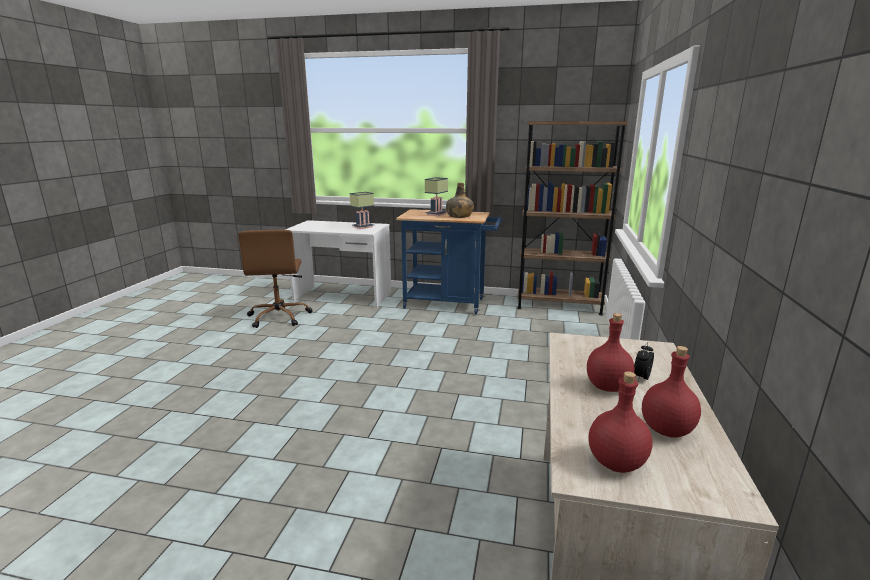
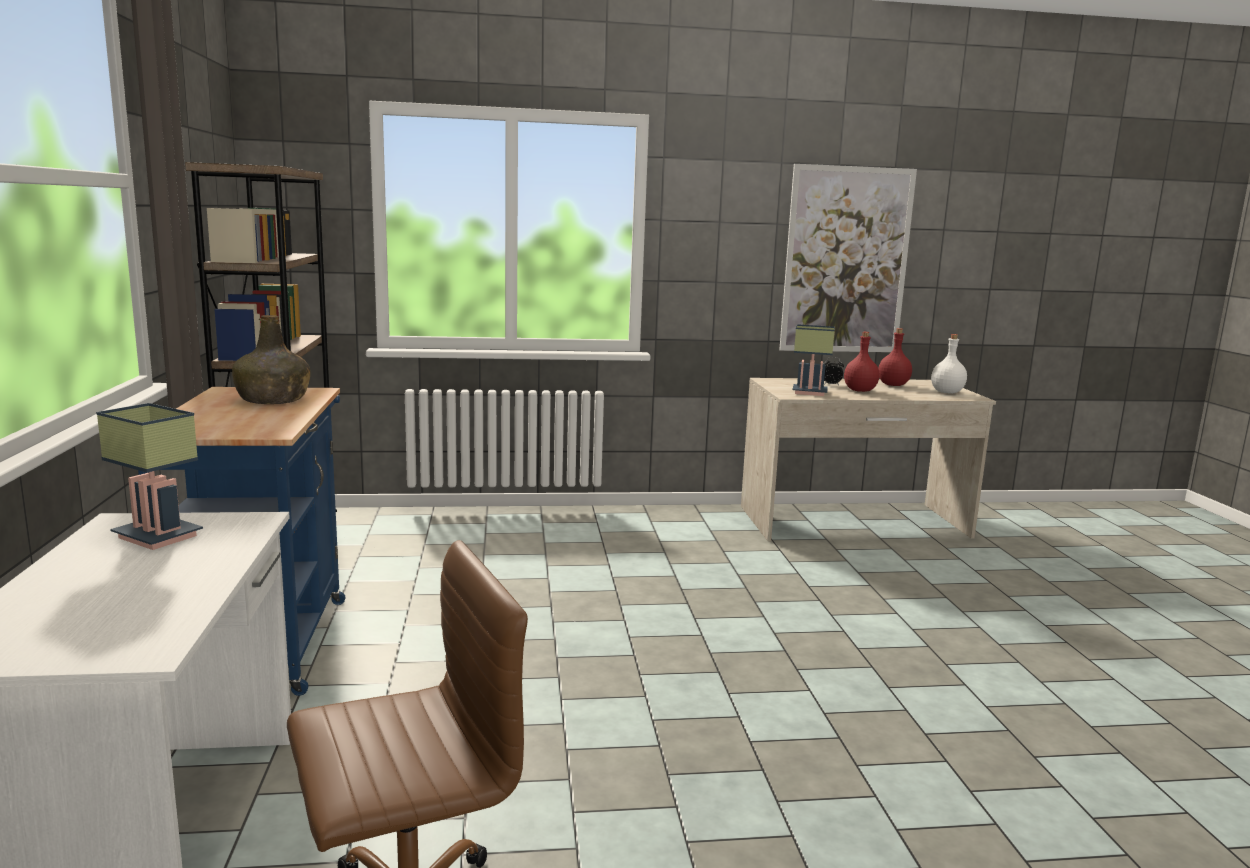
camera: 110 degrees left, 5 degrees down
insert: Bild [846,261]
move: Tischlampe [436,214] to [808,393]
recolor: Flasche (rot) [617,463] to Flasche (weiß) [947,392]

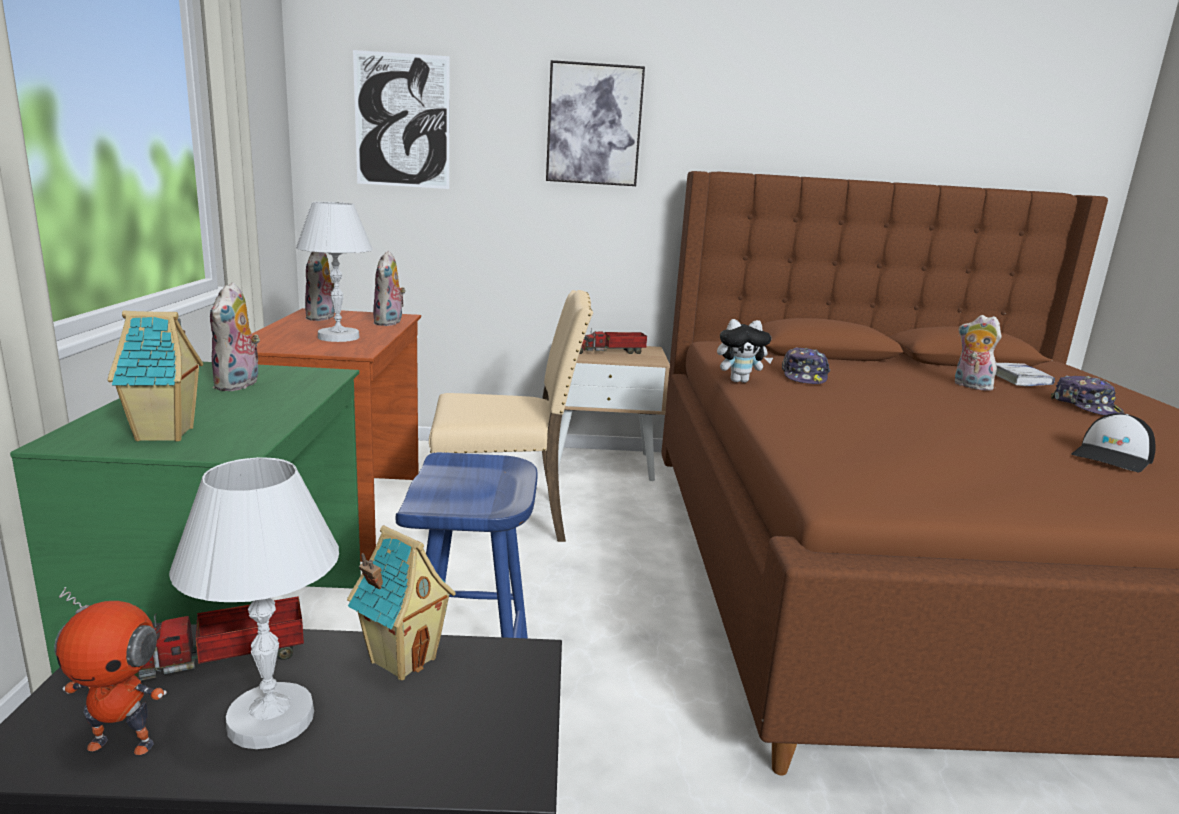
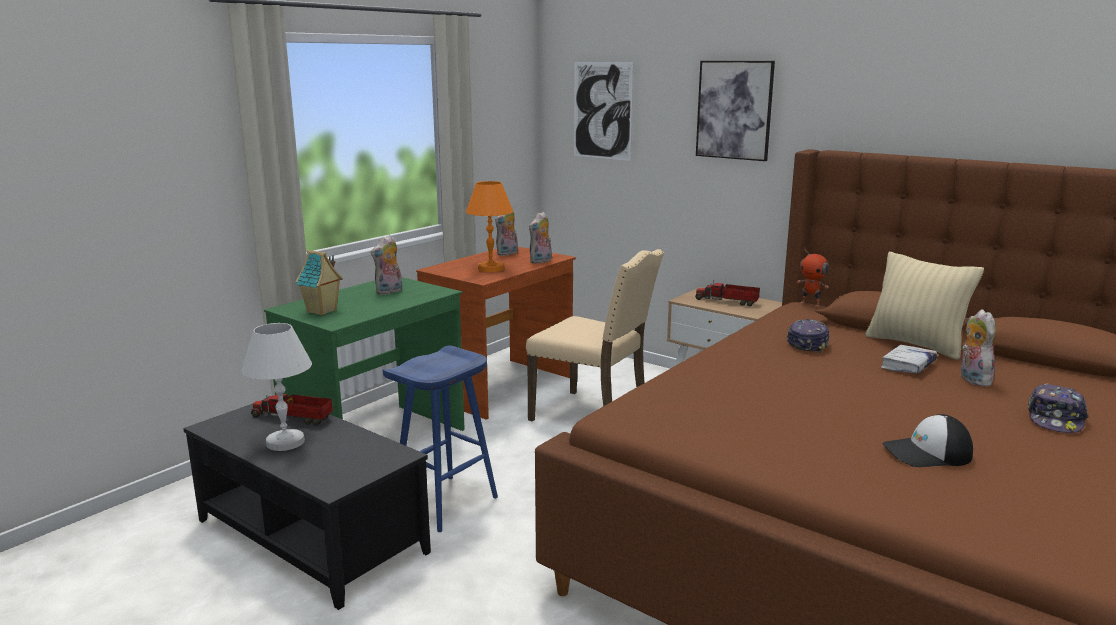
camera: 40 degrees right, 0 degrees up
delete: Plüschtier [739,381]; Spielzeughaus [402,659]
insert: Kissen (beige) [915,345]
move: Buch (weiß) [1019,380] to [908,365]; Spielzeugroboter [123,742] to [811,304]
recolor: Tischlampe (weiß) [339,337] to Tischlampe (orange) [491,268]
rotate: Kappe [804,377] = [807,343] 150 degrees clockwise

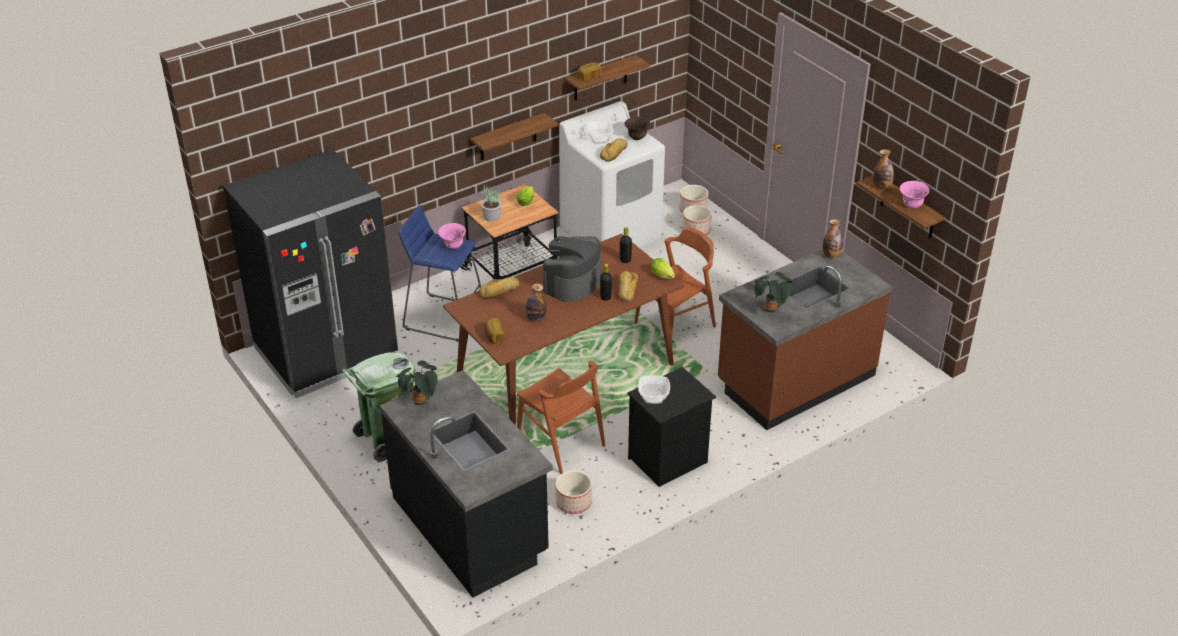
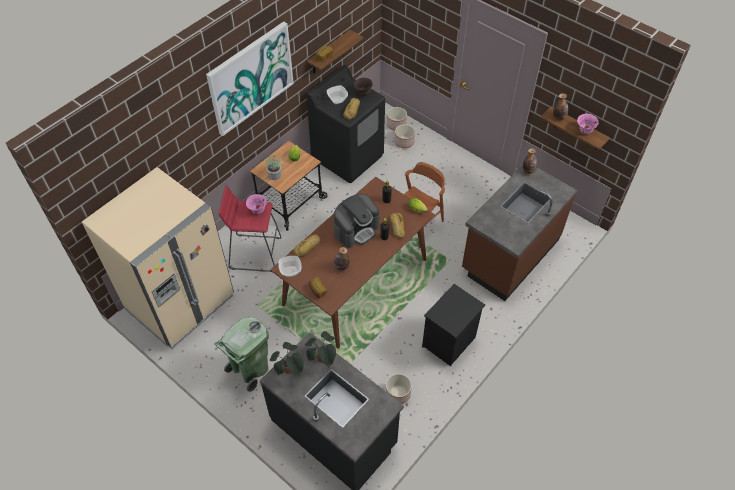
camera: 15 degrees left, 15 degrees up
delete: Wandregal [508,137]; Stuhl (braun) [560,442]
insert: Bild [251,78]
move: Topfpflanze [771,310] to [322,359]; Schüssel [653,397] to [290,271]
recolor: Waschmaschine (weiß) [611,235] to Waschmaschine (schwarz) [348,157]; Kühlschrank (schwarz) [326,353] to Kühlschrank (beige) [181,303]; Hocker (blau) [444,317] to Hocker (rot) [255,252]
rotate: Kaffeemaschine [572,283] = [356,229] 150 degrees counterclockwise

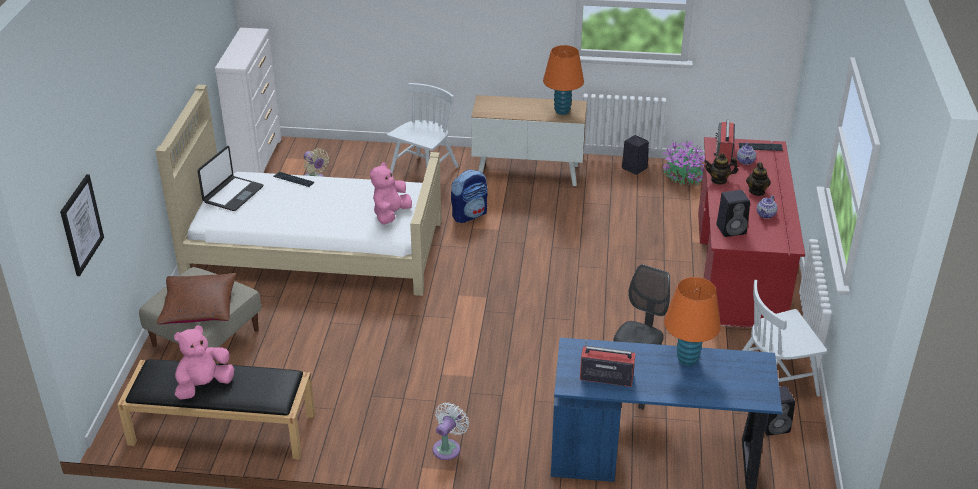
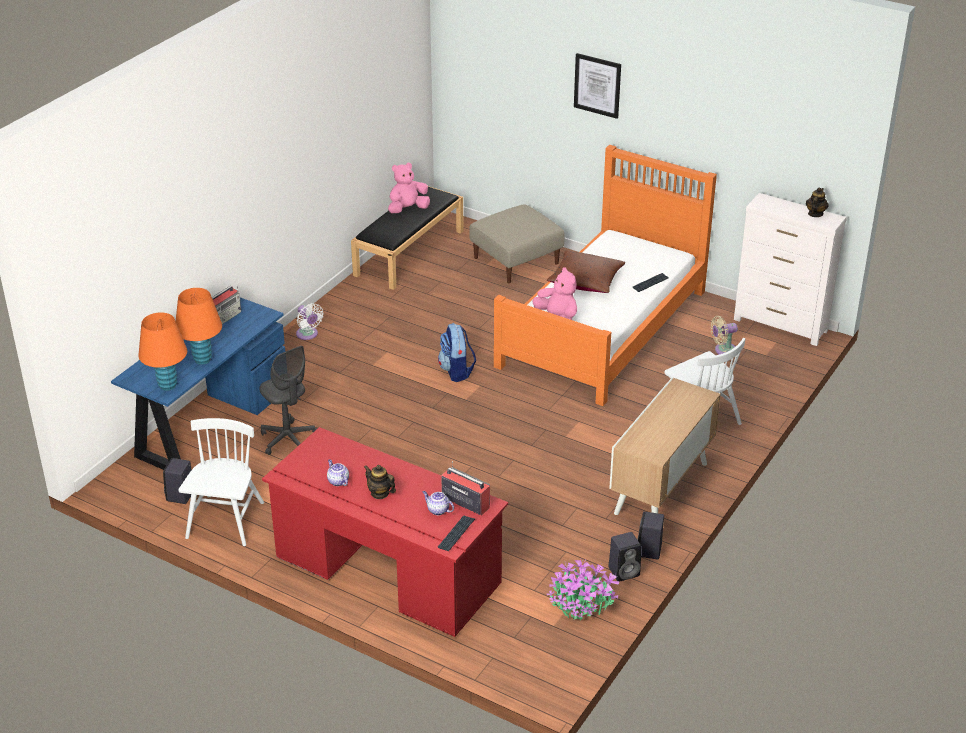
camera: 115 degrees right, 0 degrees up
delete: Laptop [232,194]
move: Tischlampe (orange) [562,111] to [167,385]; Teekanne [719,180] to [815,214]; Rucksack [470,215] to [457,371]; Bild [81,225] to [597,85]; Lautsprecher (schwarz) [732,229] to [649,551]; Kissen (braun) [199,308] to [585,281]
recolor: Bett (beige) [313,249] to Bett (orange) [603,327]
rotate: Plüschtier (rosa) [204,386] = [407,209] 105 degrees counterclockwise

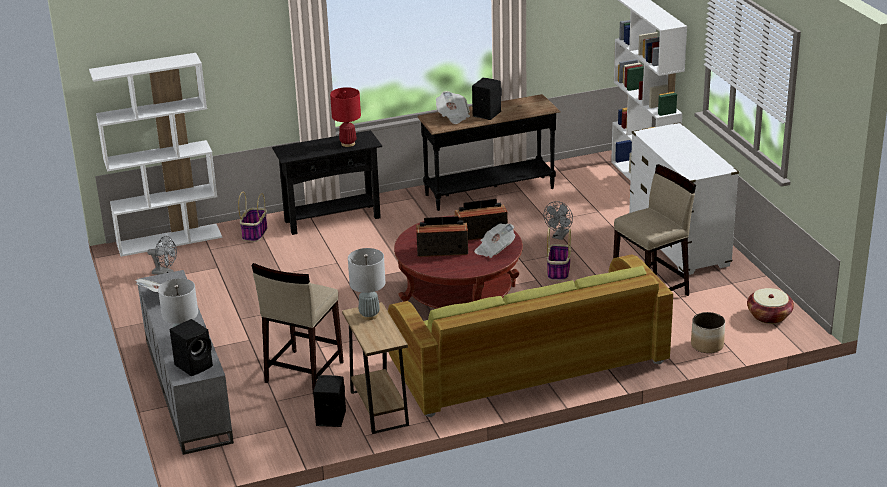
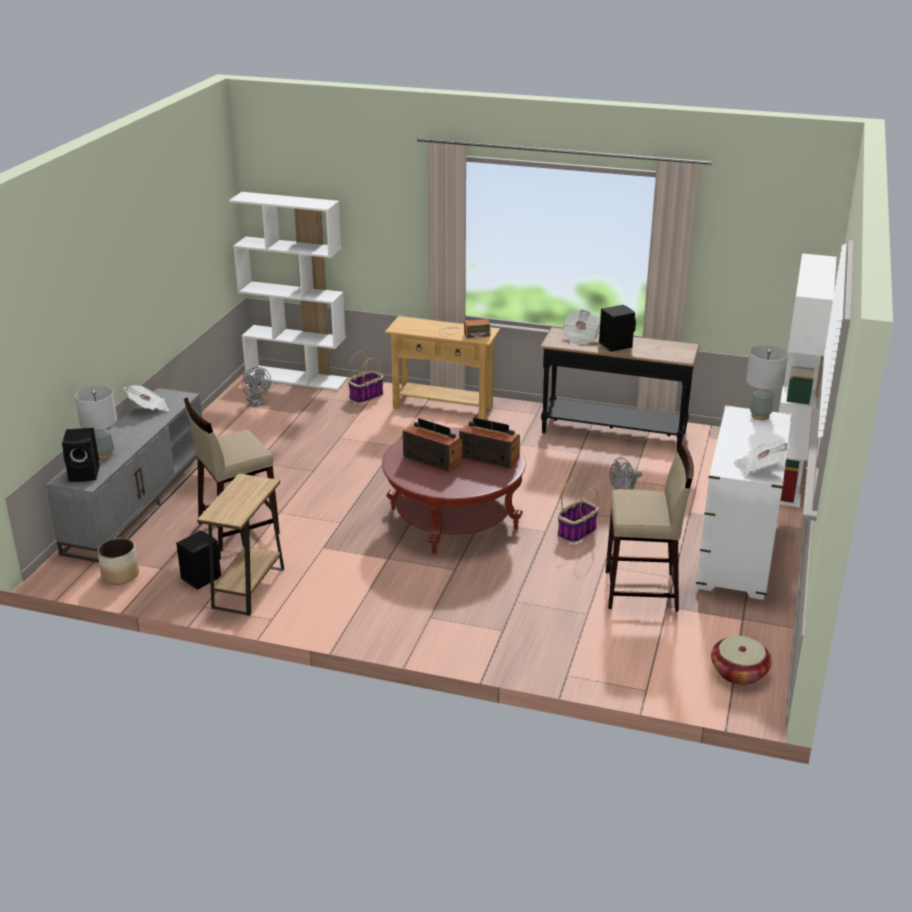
camera: 35 degrees right, 0 degrees up
delete: Sofa (grün) [528,363]
move: Zeitung [494,250] to [759,468]; Tischlampe (grau) [369,315] to [759,416]; Pflanzkübel [707,345] to [120,575]
replace: Tischlampe (rot) [348,143] to Radio [462,333]
recolor: Konsolentisch (schwarz) [332,219] to Konsolentisch (beige) [443,407]

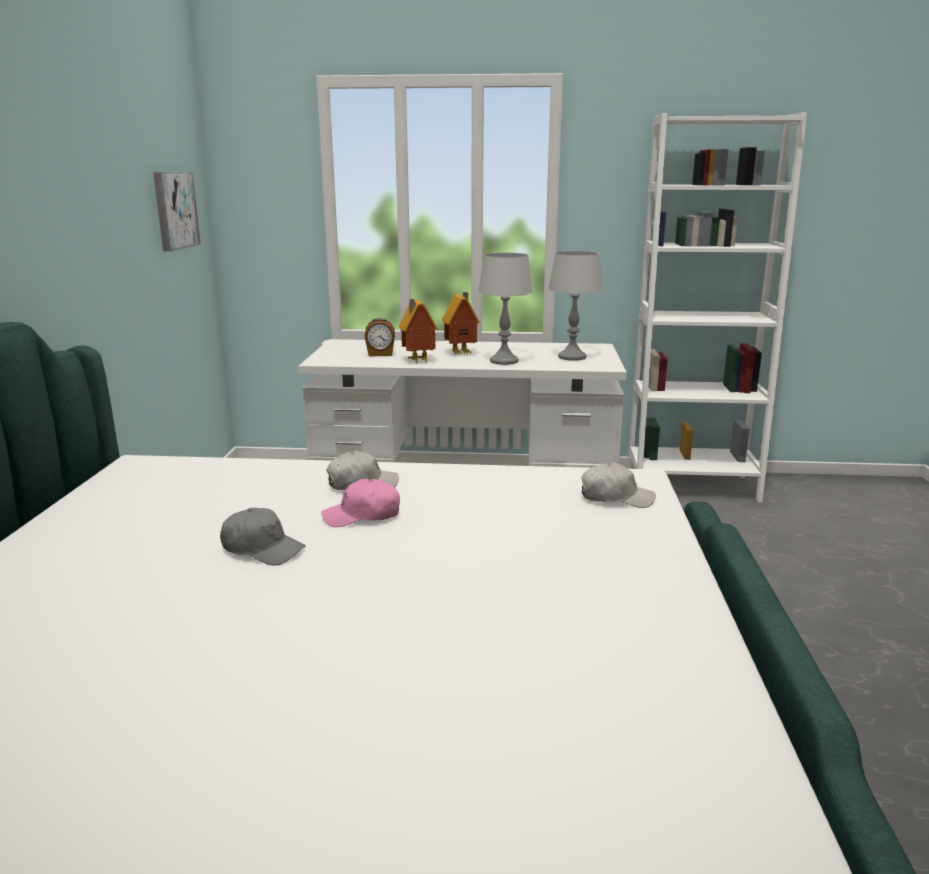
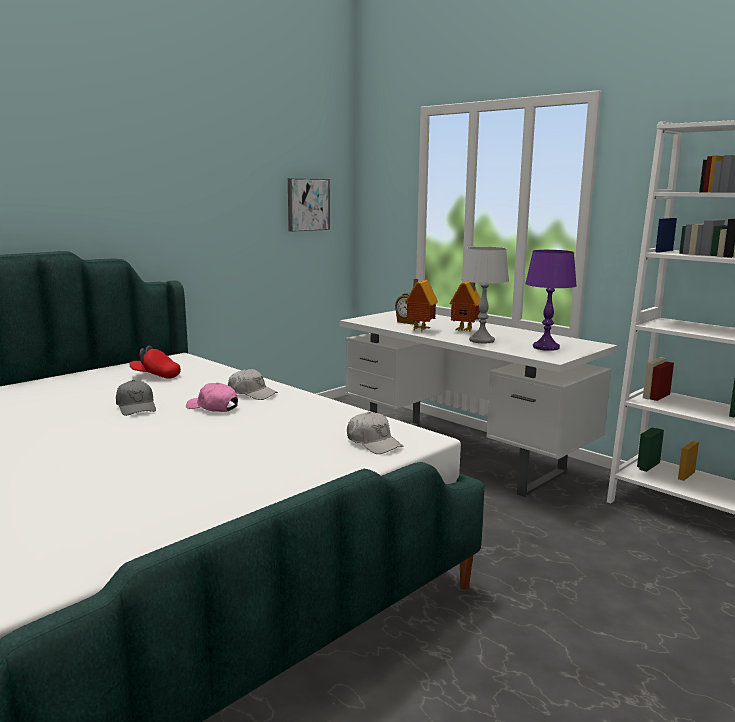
camera: 40 degrees right, 5 degrees down
insert: Kappe (rot) [155,376]
recolor: Tischlampe (grau) [572,357] to Tischlampe (lila) [546,347]

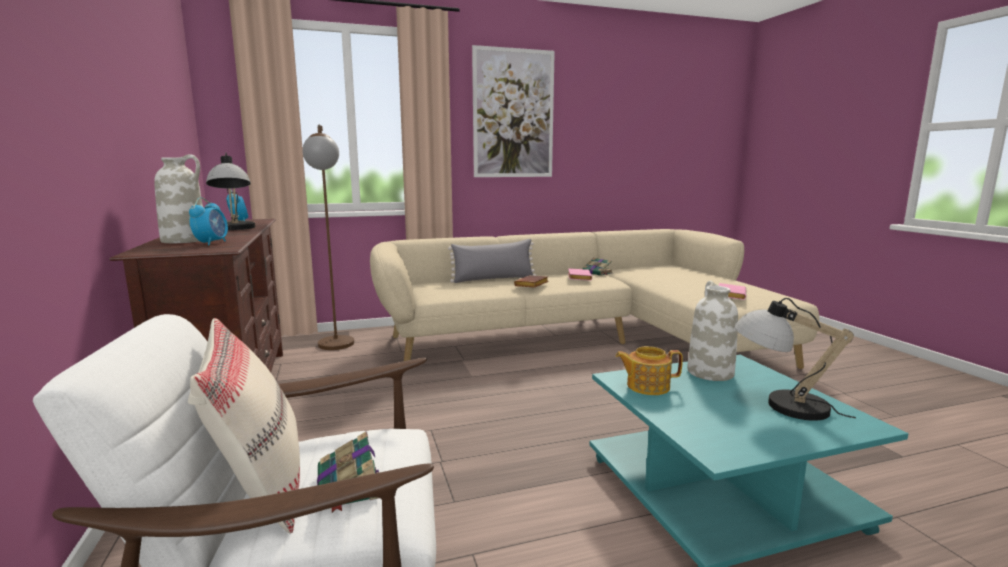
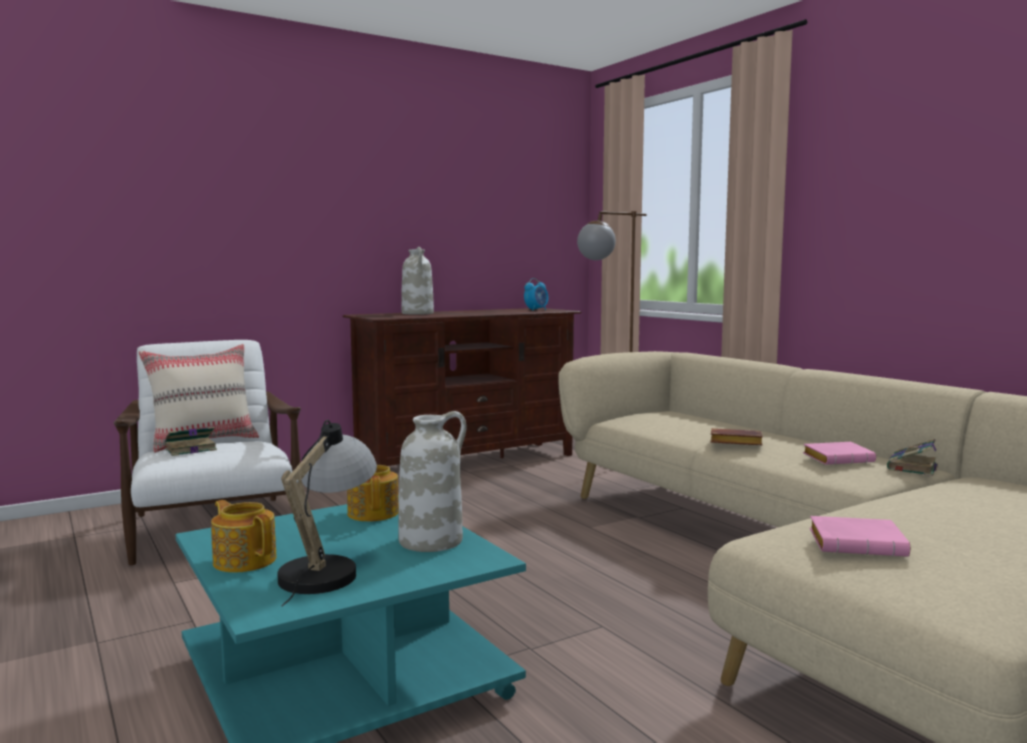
camera: 75 degrees right, 5 degrees down
delete: Bild [513,114]; Tischlampe [235,229]; Wecker [212,243]; Kissen (grau) [493,279]
insert: Teekanne [245,560]

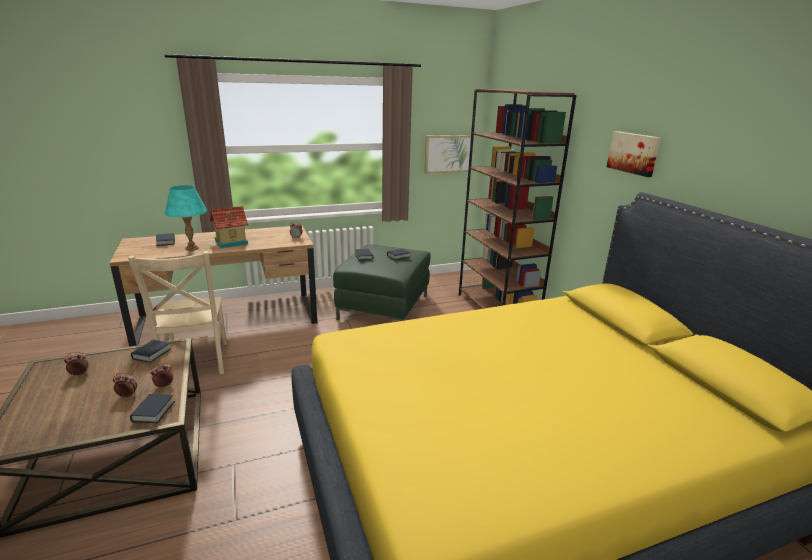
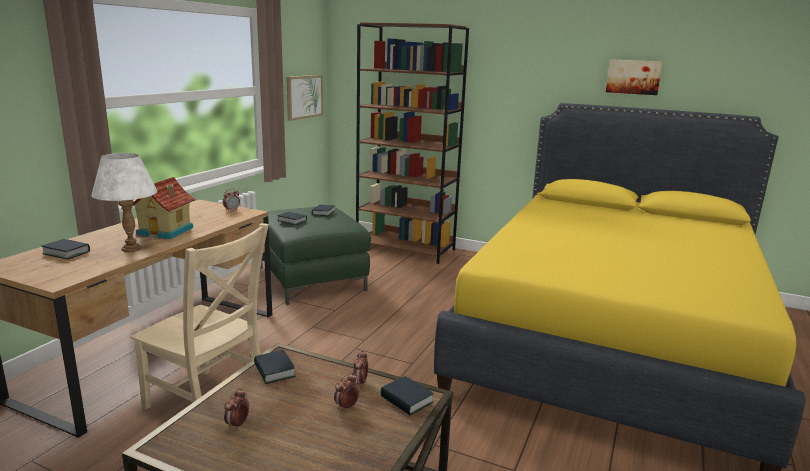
camera: 45 degrees left, 5 degrees down
move: Bild [633,153] to [633,77]
recolor: Tischlampe (türkis) [191,248] to Tischlampe (weiß) [131,249]

